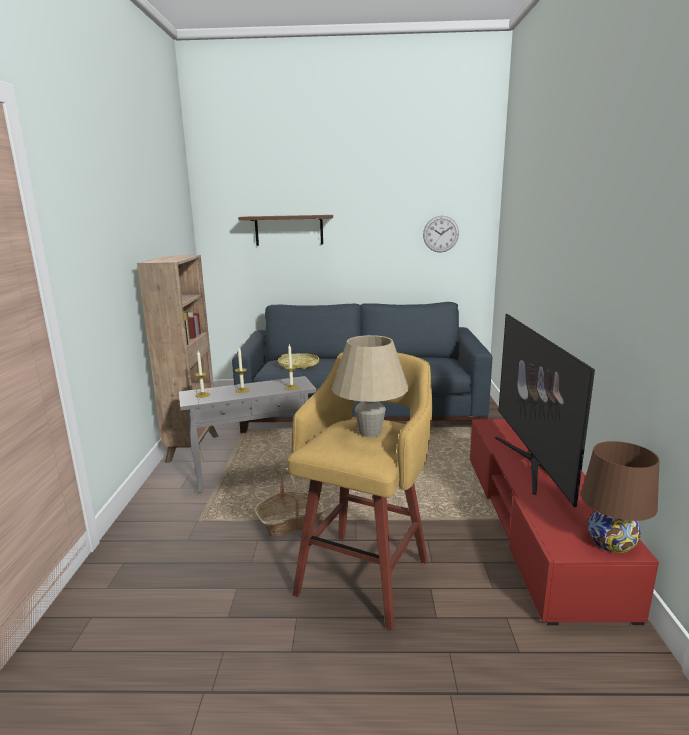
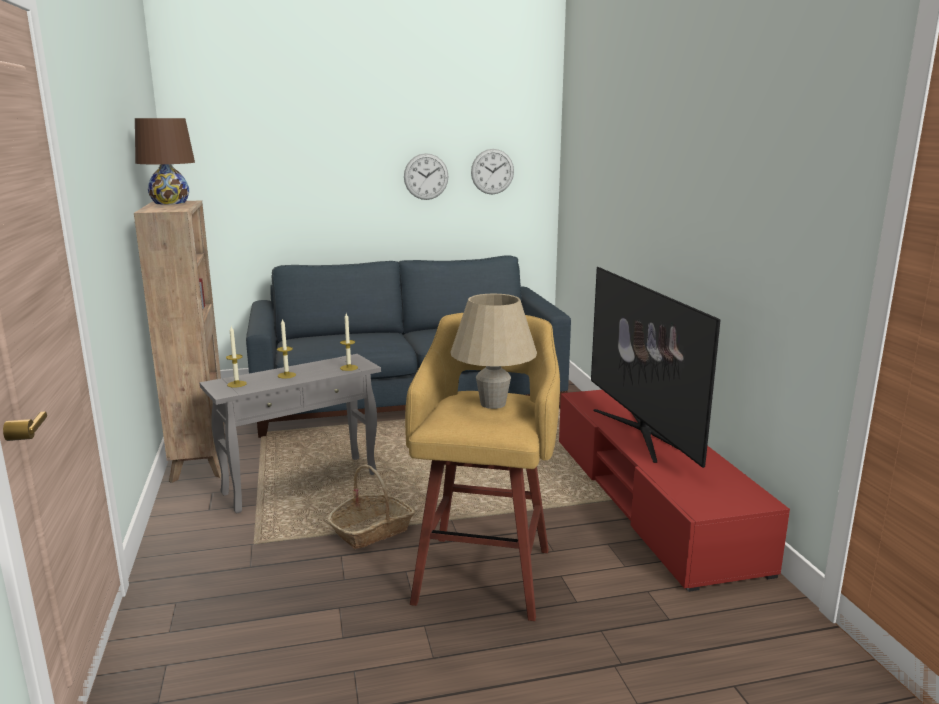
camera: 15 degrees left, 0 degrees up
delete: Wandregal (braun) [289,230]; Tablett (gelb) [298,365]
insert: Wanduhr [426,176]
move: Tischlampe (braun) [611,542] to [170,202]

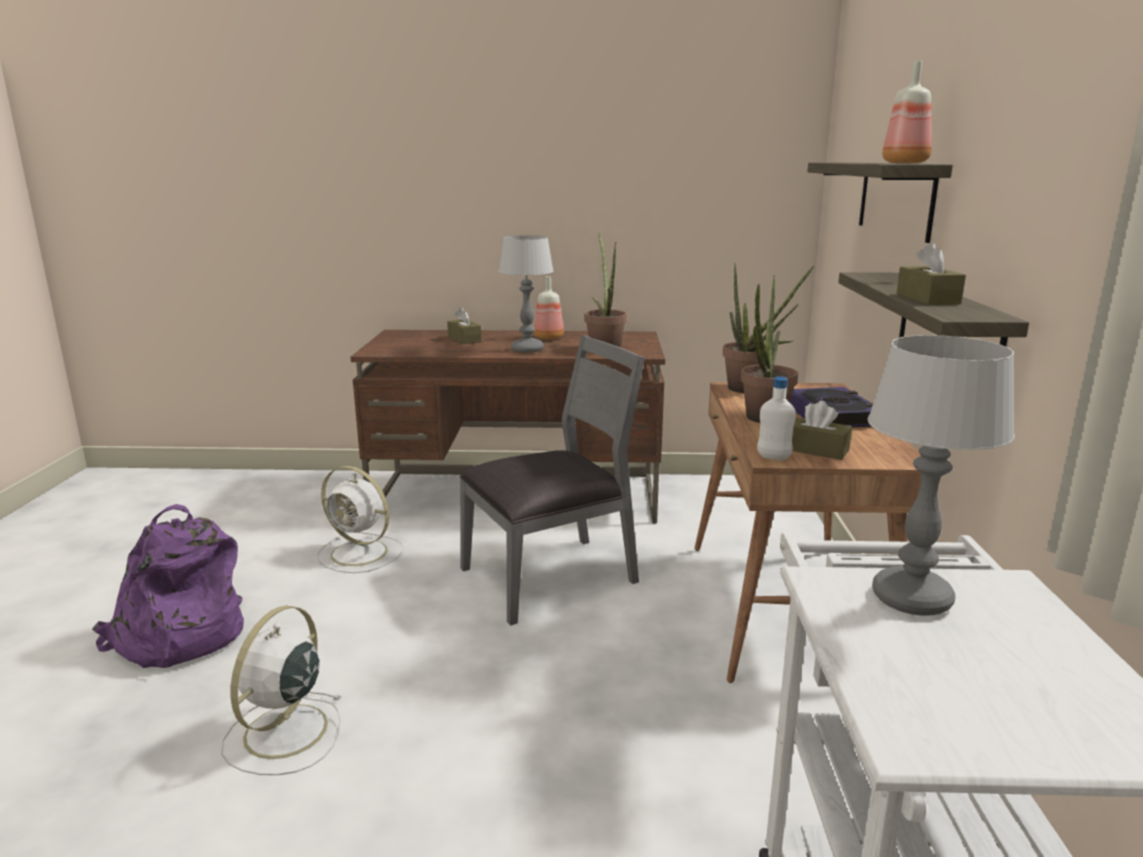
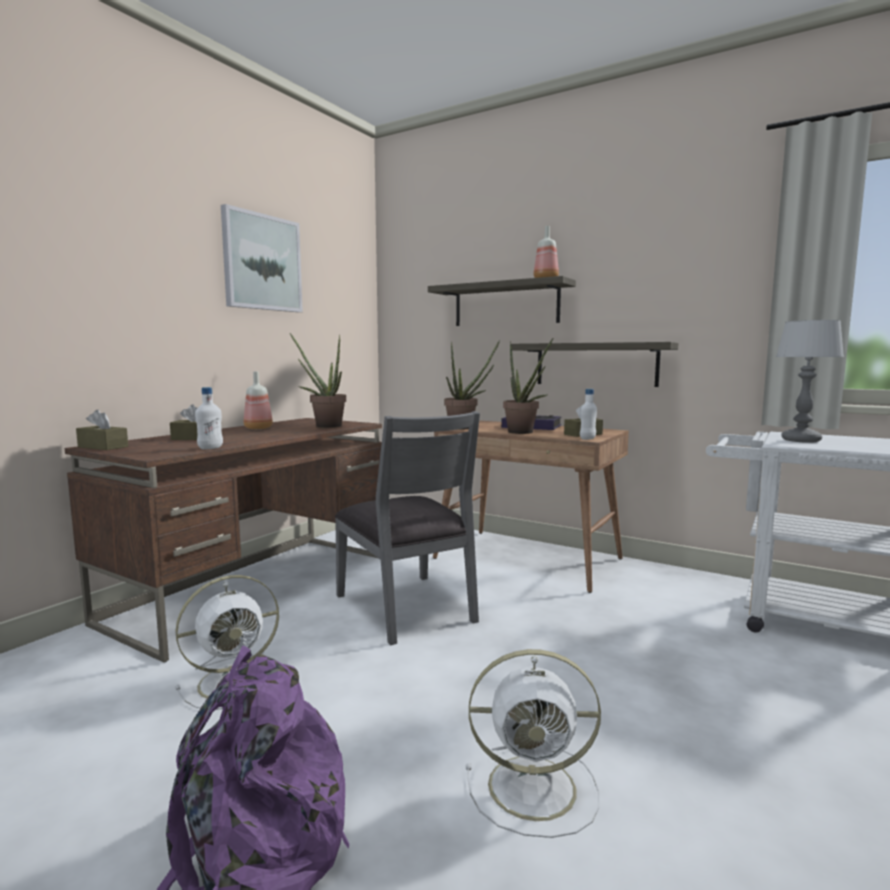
camera: 60 degrees left, 10 degrees down
delete: Tischlampe [527,350]
insert: Bild [262,262]; Flasche (weiß) [210,448]
move: Taschentuchbox (braun) [927,298] to [103,447]
rotate: Stuhl (grau) [551,576] = [407,607] 150 degrees clockwise; Ventilator (weiß) [283,733] = [536,787] 45 degrees counterclockwise

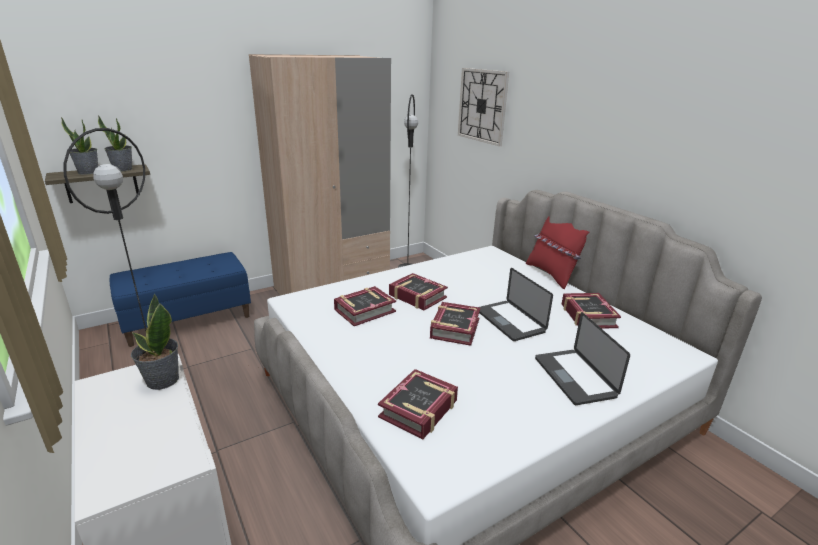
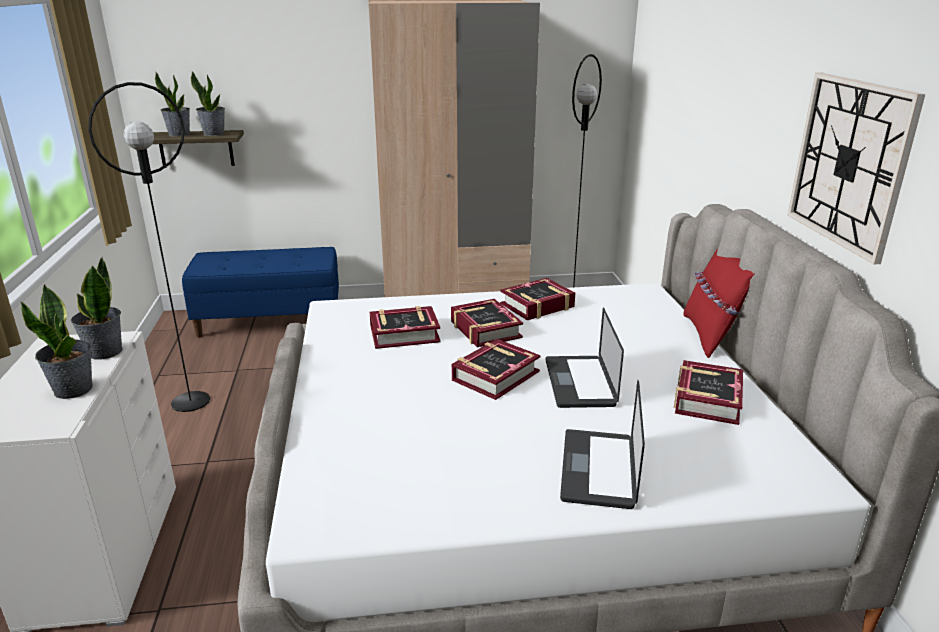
camera: 25 degrees right, 0 degrees up
insert: Topfpflanze [74,389]
move: Wanduhr [482,106] to [849,163]; Buch [419,409] to [537,306]

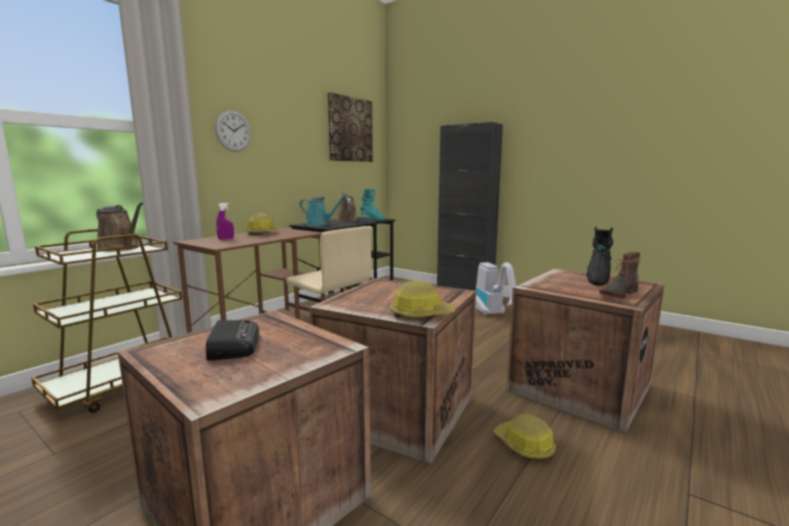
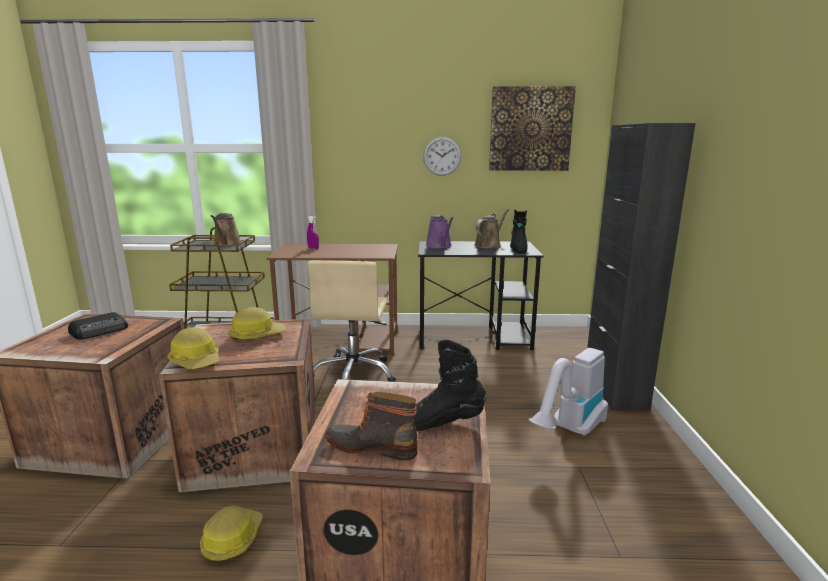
camera: 55 degrees right, 5 degrees up
move: Wanduhr [233,131] to [442,156]; Schutzhelm [262,233] to [257,335]
recolor: Stiefel (türkis) [371,219] to Stiefel (schwarz) [518,249]; Gießkanne (türkis) [319,224] to Gießkanne (lila) [439,246]

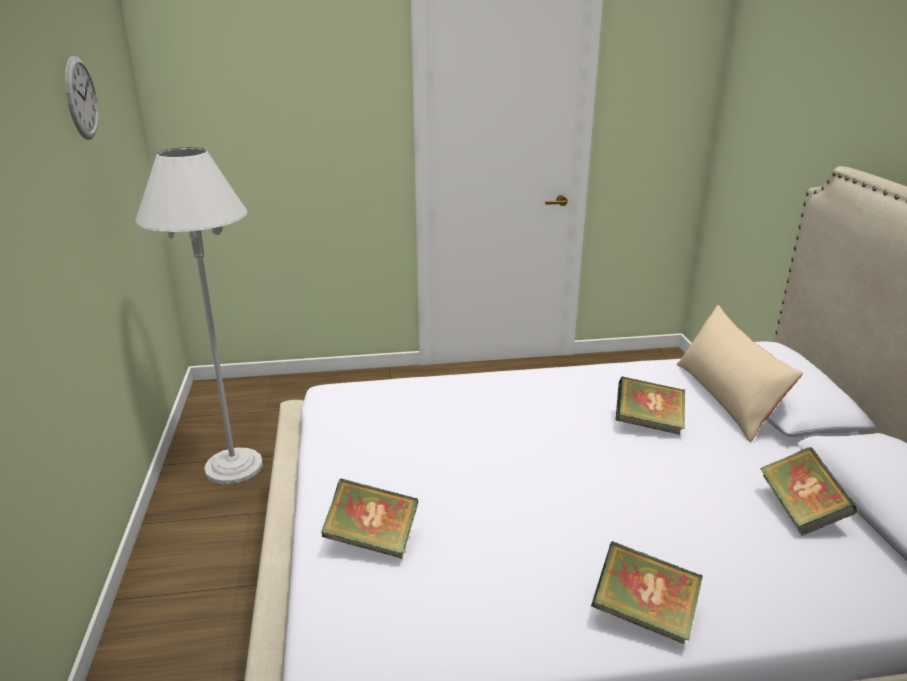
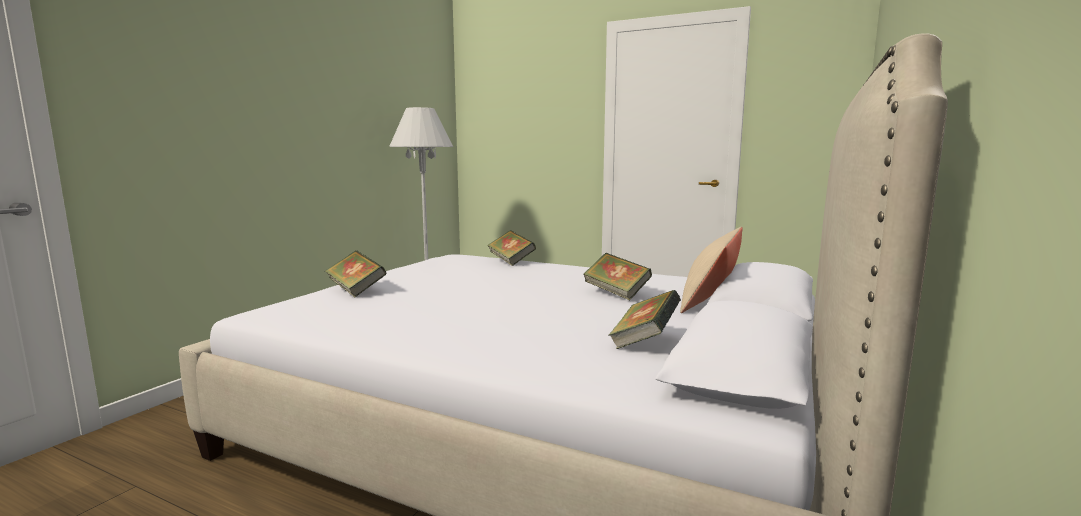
camera: 35 degrees right, 15 degrees down
delete: Wanduhr [81,98]
move: Buch [643,615] to [511,261]

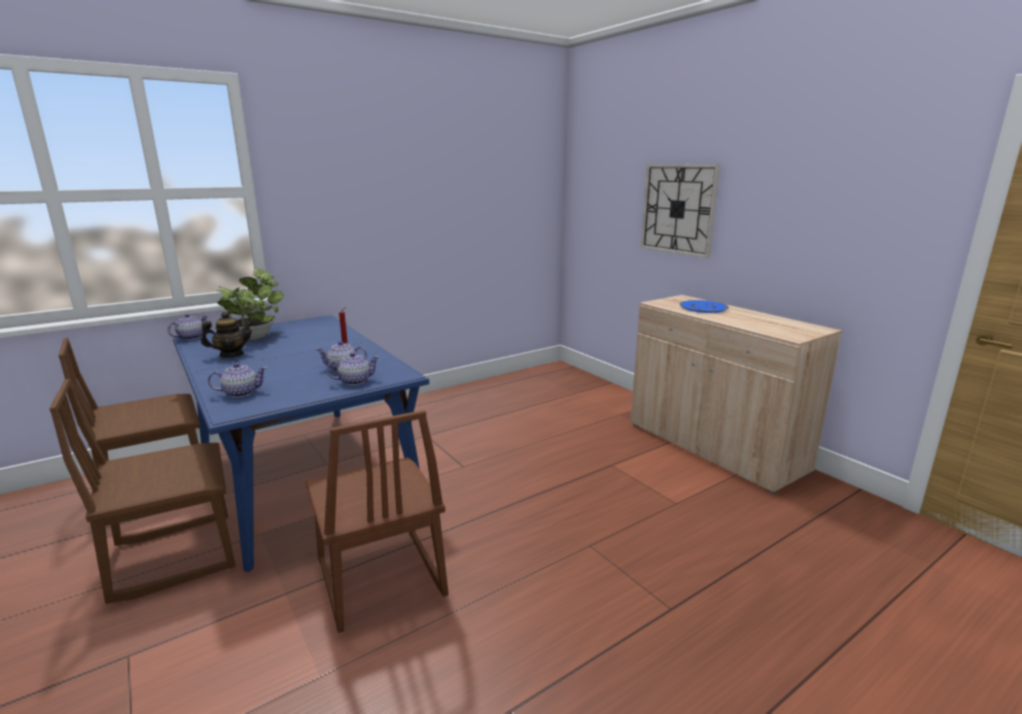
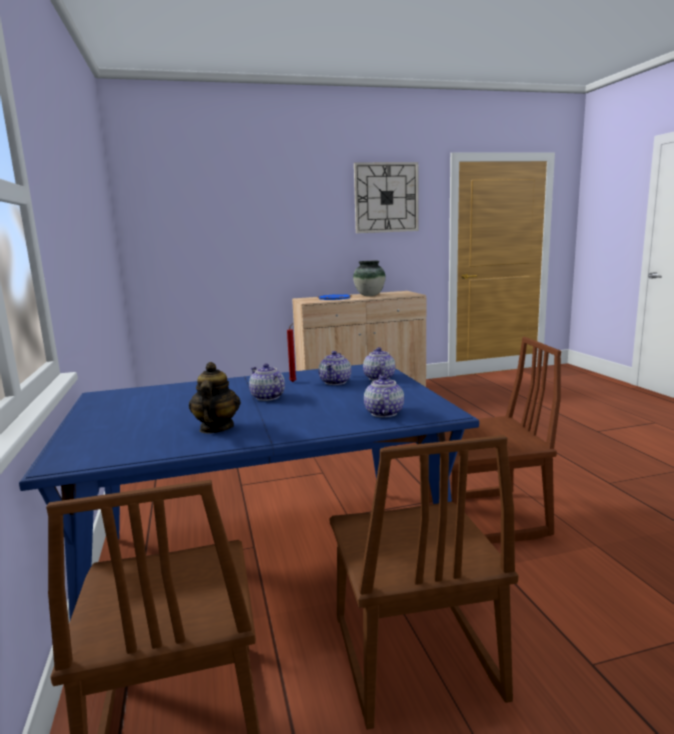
camera: 70 degrees left, 5 degrees down
delete: Topfpflanze [255,336]
insert: Vase [369,295]
move: Wanduhr [678,209] to [386,197]; Teekanne [190,337] to [267,397]

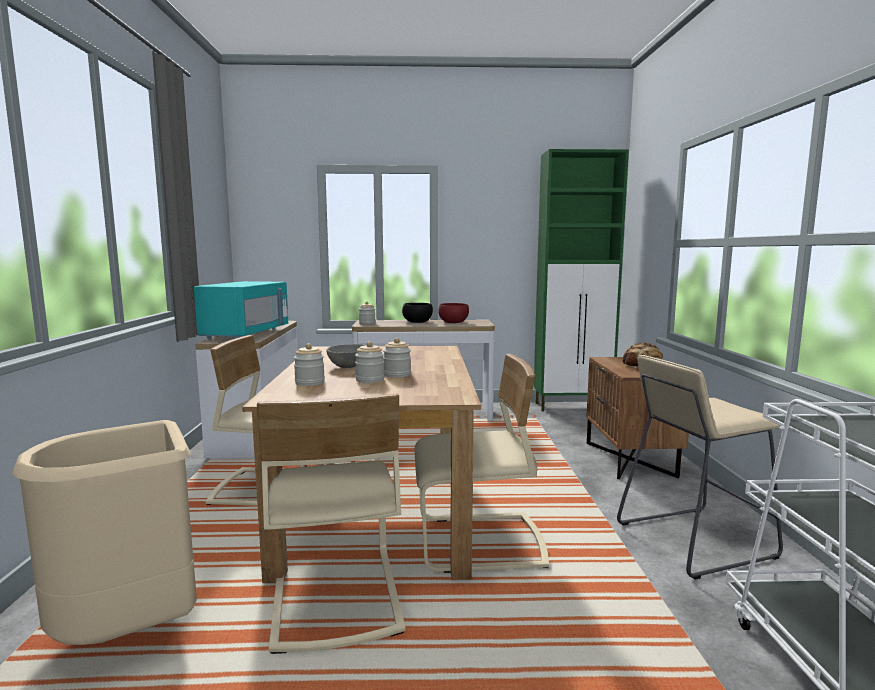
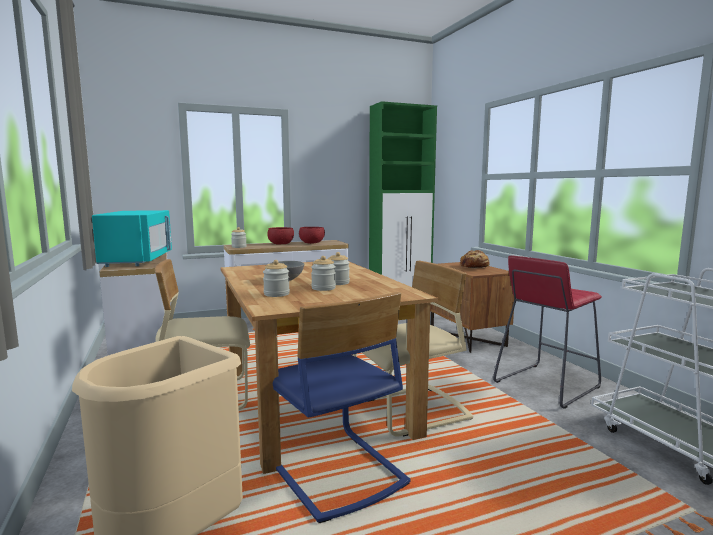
camera: 20 degrees left, 0 degrees up
recolor: Schüssel (schwarz) [417,322] to Schüssel (rot) [280,244]; Hocker (beige) [694,540] to Hocker (rot) [546,385]; Stuhl (beige) [334,597] to Stuhl (blau) [333,471]

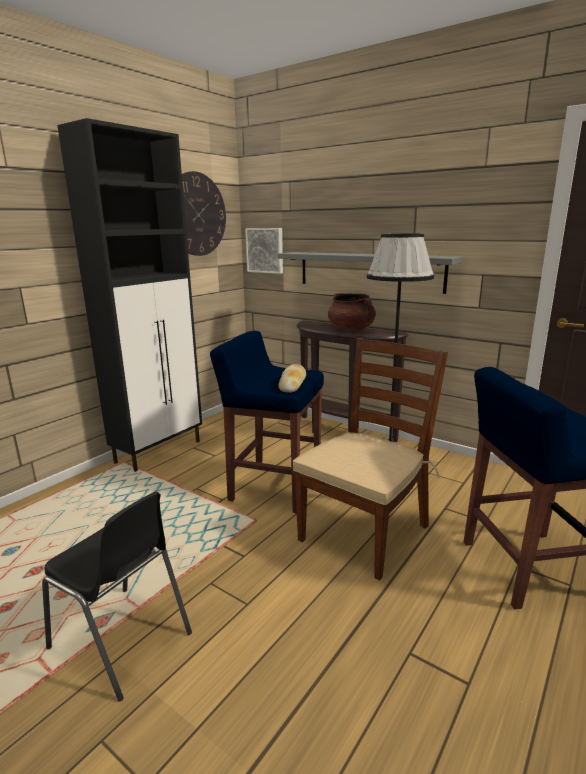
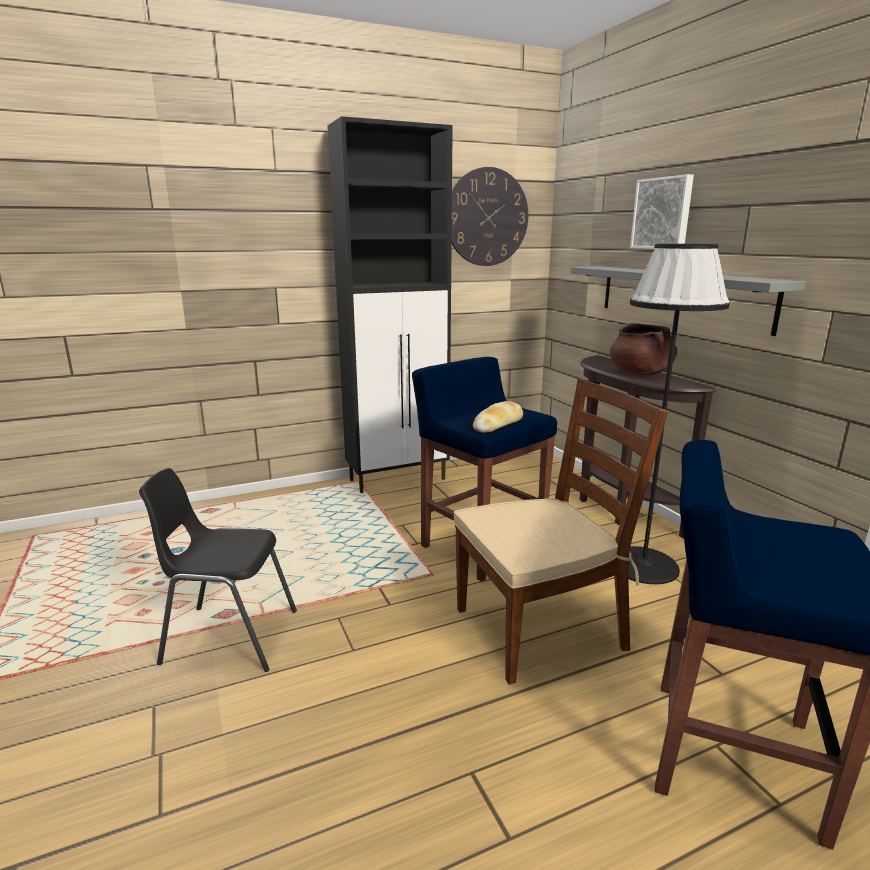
camera: 30 degrees right, 0 degrees up
move: Bild [265,250] to [663,213]
rotate: Stuhl (schwarz) [122,641] = [229,636] 120 degrees clockwise

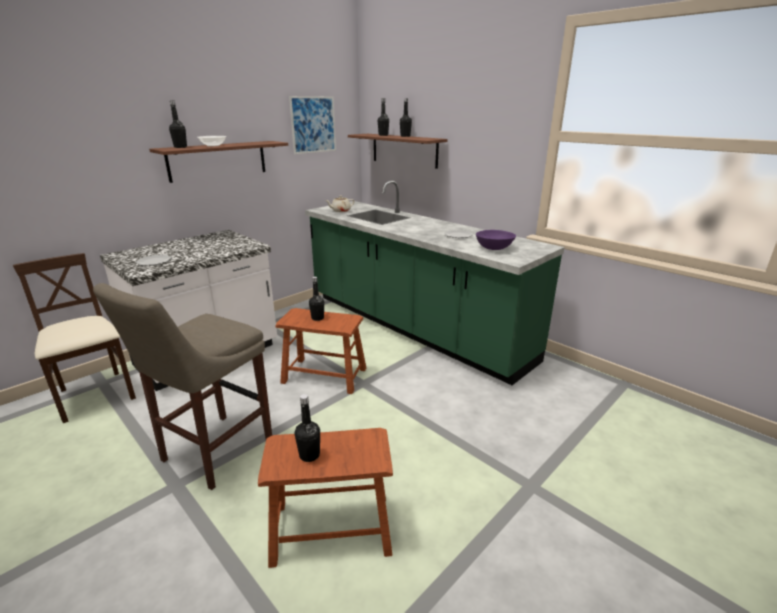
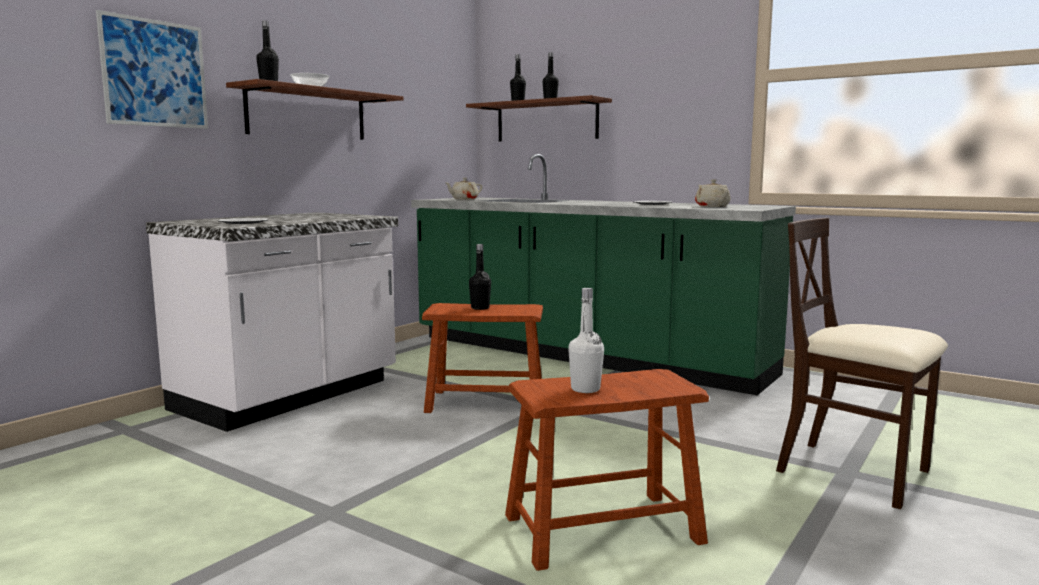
camera: 10 degrees left, 15 degrees down
delete: Hocker (beige) [213,452]
move: Bild [313,124] to [155,73]; Stuhl (beige) [96,395] to [854,472]
replace: Schüssel (lila) [494,248] to Teekanne (beige) [711,206]
recolor: Flasche (schwarz) [309,455] to Flasche (weiß) [585,389]

